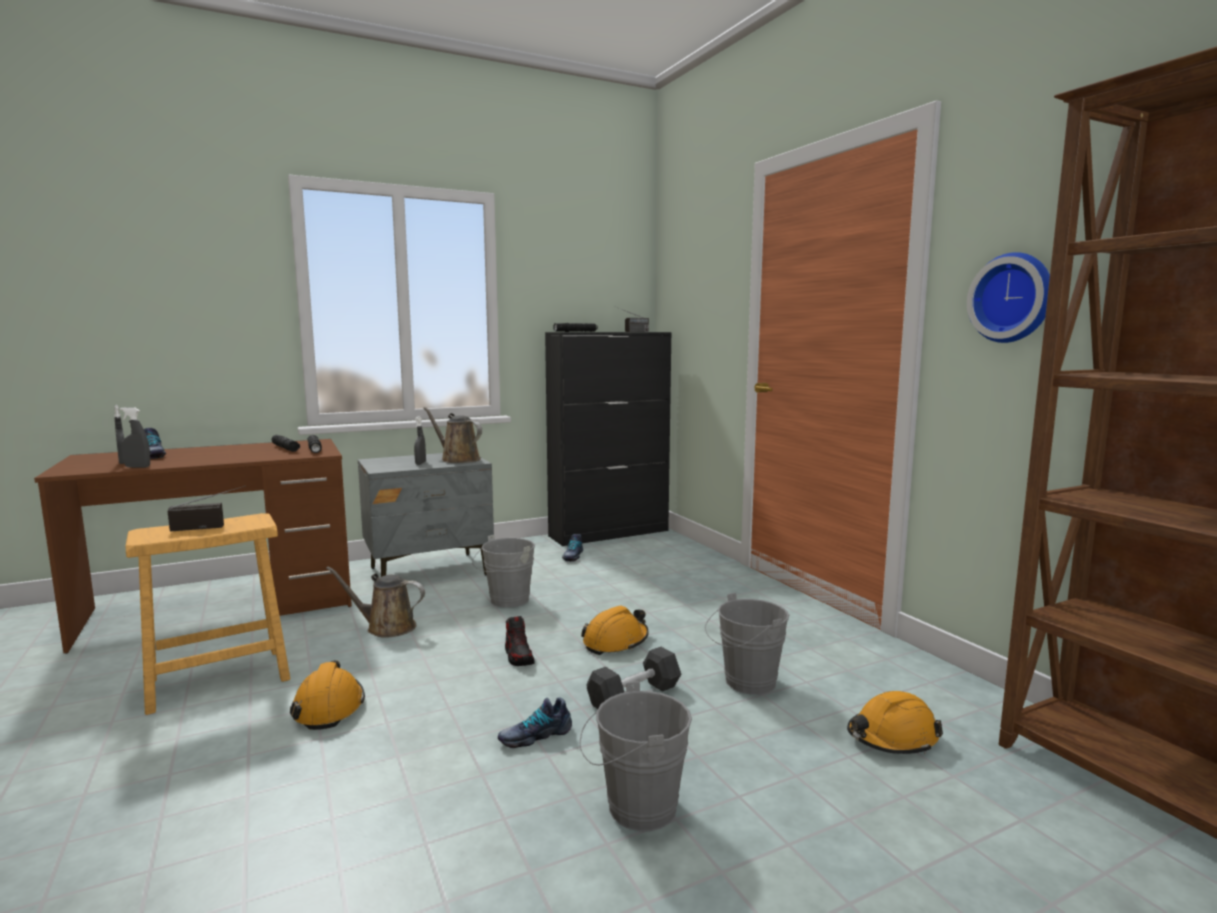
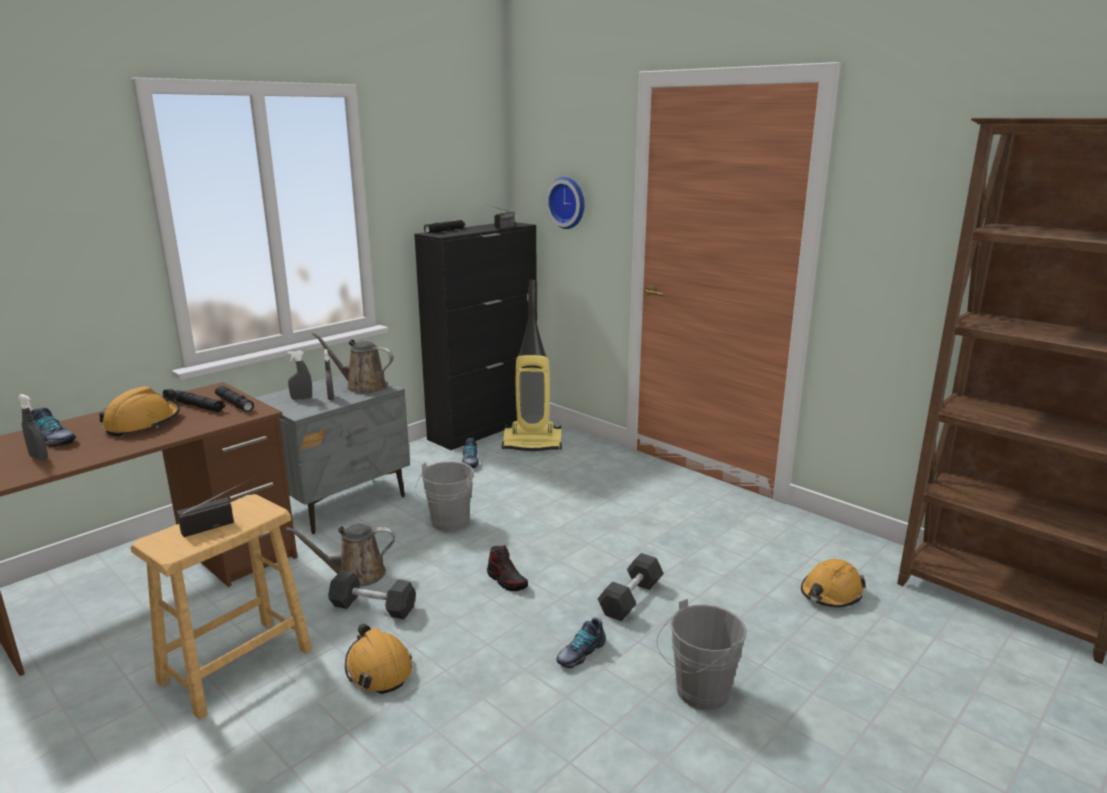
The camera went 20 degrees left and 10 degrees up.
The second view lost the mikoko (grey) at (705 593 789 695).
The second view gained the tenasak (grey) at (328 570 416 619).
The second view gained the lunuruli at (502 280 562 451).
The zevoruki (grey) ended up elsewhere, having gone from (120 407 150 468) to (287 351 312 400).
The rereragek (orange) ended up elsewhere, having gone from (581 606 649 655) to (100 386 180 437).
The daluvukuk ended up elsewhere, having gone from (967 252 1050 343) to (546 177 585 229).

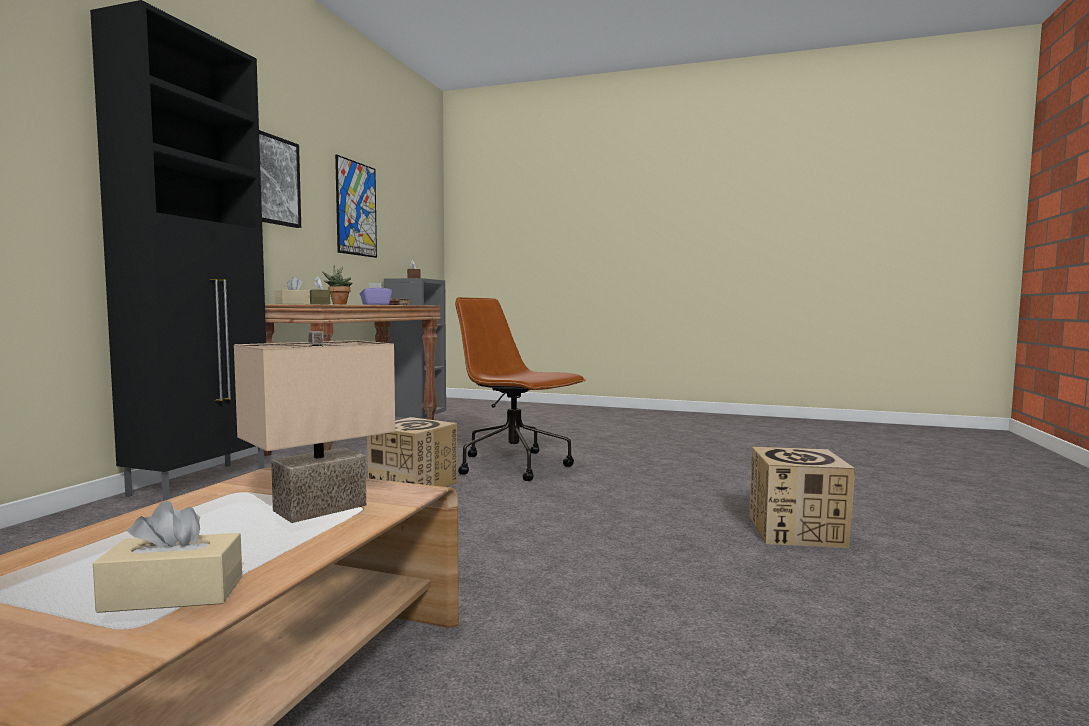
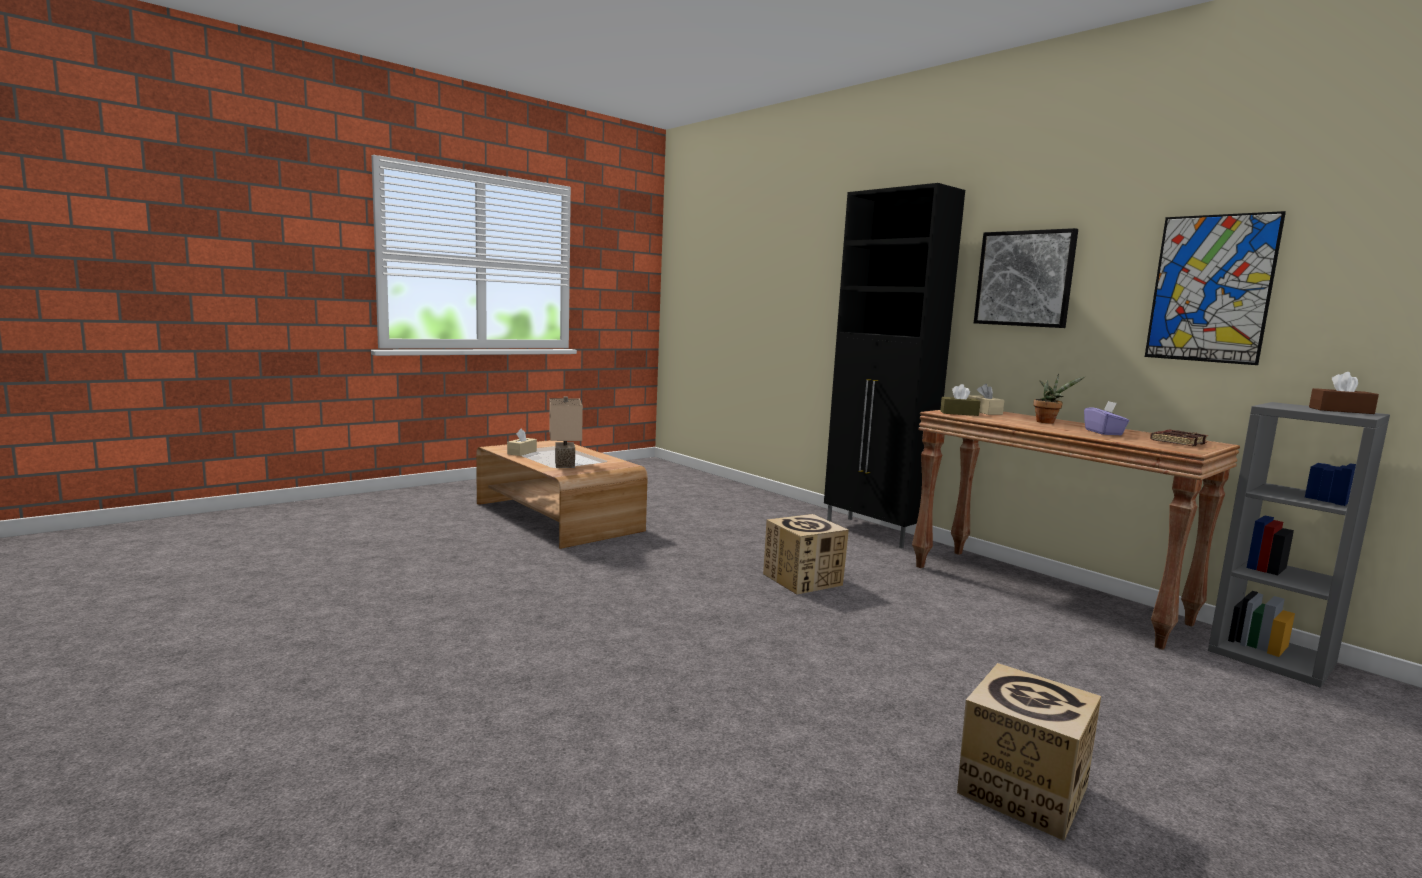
The camera went 120 degrees right and 5 degrees up.
The second view lost the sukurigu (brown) at (455 297 586 481).
The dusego ended up elsewhere, having gone from (749 447 855 548) to (957 663 1101 841).

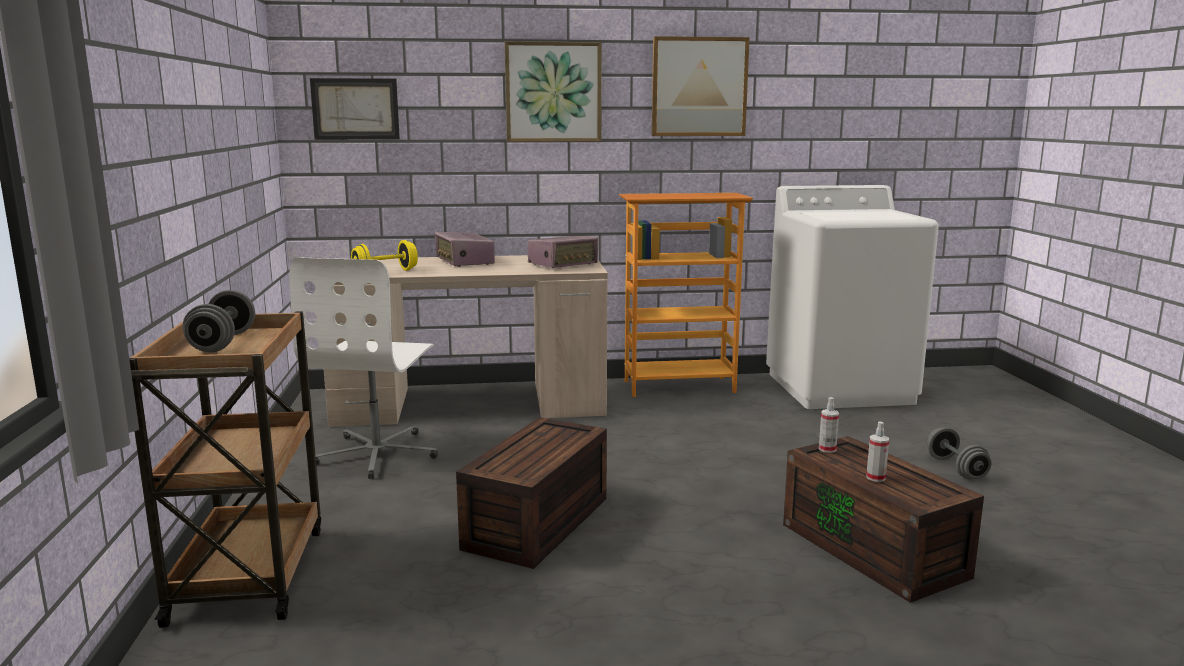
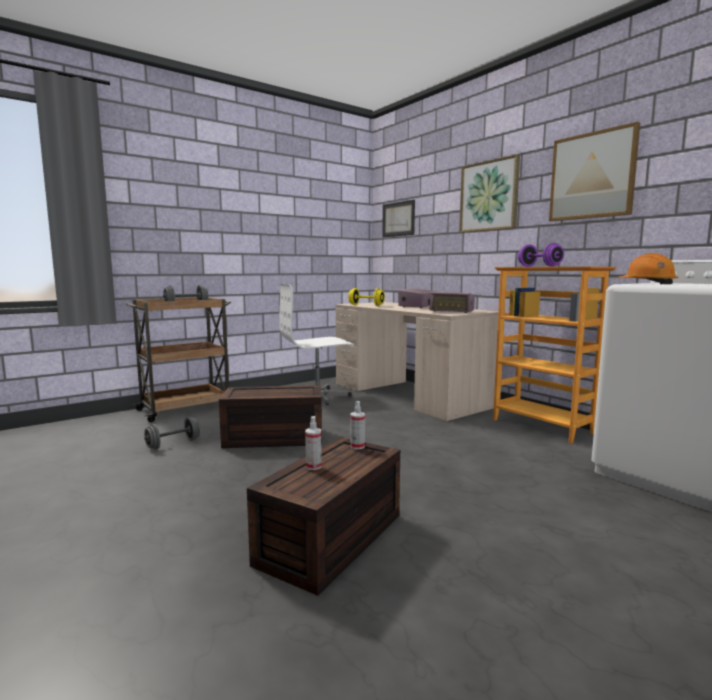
The camera went 60 degrees right and 5 degrees down.
The second view gained the tenasak (purple) at (518 243 564 267).
The second view gained the rereragek (orange) at (618 253 679 284).
The tenasak (grey) ended up elsewhere, having gone from (927 427 991 479) to (144 417 200 449).

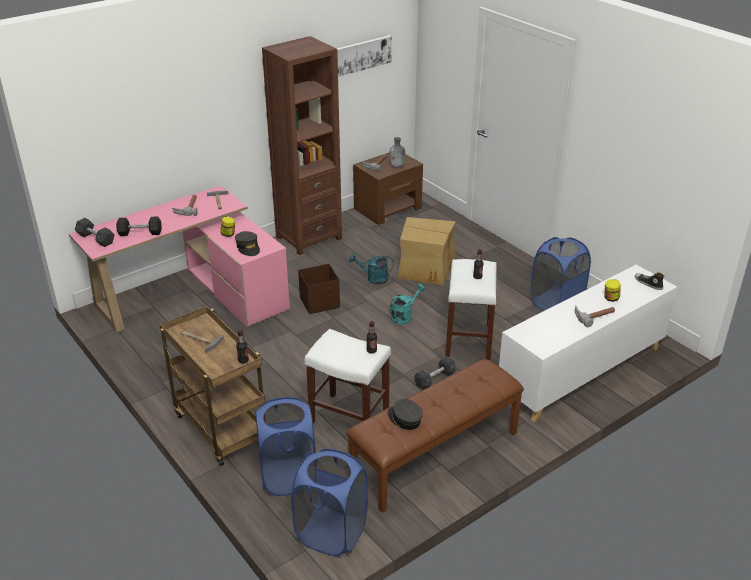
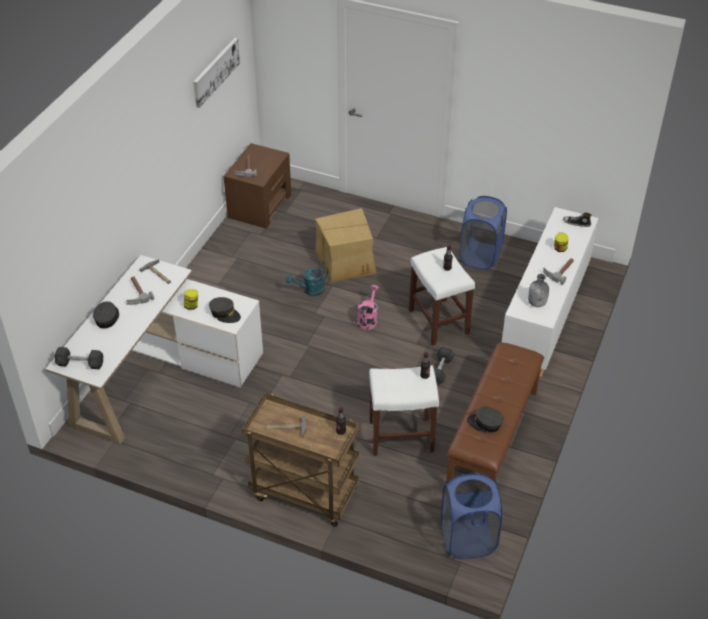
The camera went 30 degrees left and 10 degrees up.
The second view lost the tenasak (black) at (116 216 162 236).
The second view lost the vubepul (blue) at (256 397 316 496).
The second view lost the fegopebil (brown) at (262 36 342 255).
The second view lost the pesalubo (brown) at (298 264 340 314).
The second view gained the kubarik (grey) at (93 301 119 329).
The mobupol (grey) ended up elsewhere, having gone from (389 137 405 168) to (528 274 549 307).
What was the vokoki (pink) at (69 186 290 332) turned into the vokoki (white) at (45 255 263 444).
What was the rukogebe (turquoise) at (389 284 425 325) turned into the rukogebe (pink) at (357 285 379 330).

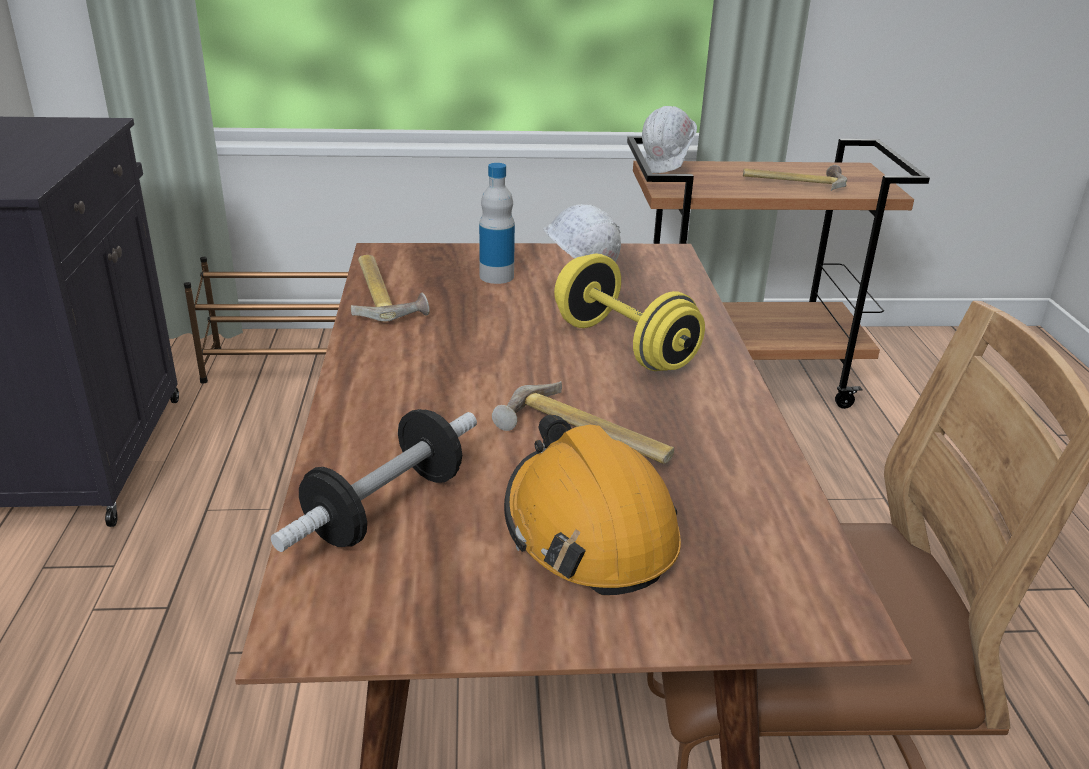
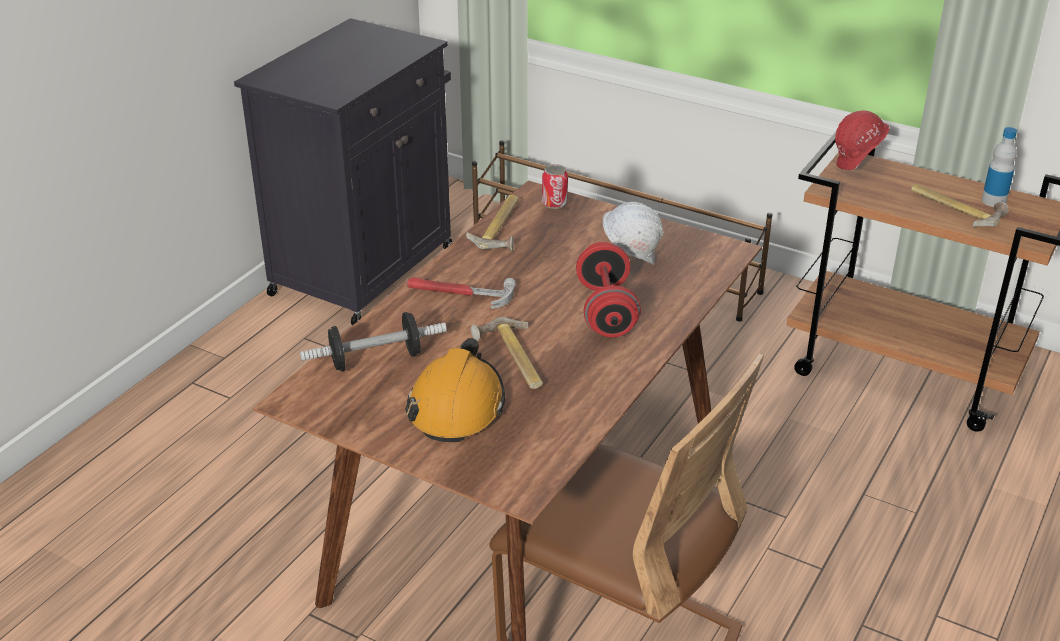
The camera went 35 degrees right and 5 degrees up.
The second view gained the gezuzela at (407 277 516 309).
The second view gained the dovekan at (542 164 568 209).
The mobupol ended up elsewhere, having gone from (479 163 515 284) to (982 127 1017 207).
What was the tenasak (yellow) at (554 254 705 371) turned into the tenasak (red) at (576 242 641 338).
What was the rereragek (white) at (642 106 697 173) turned into the rereragek (red) at (835 110 889 170).

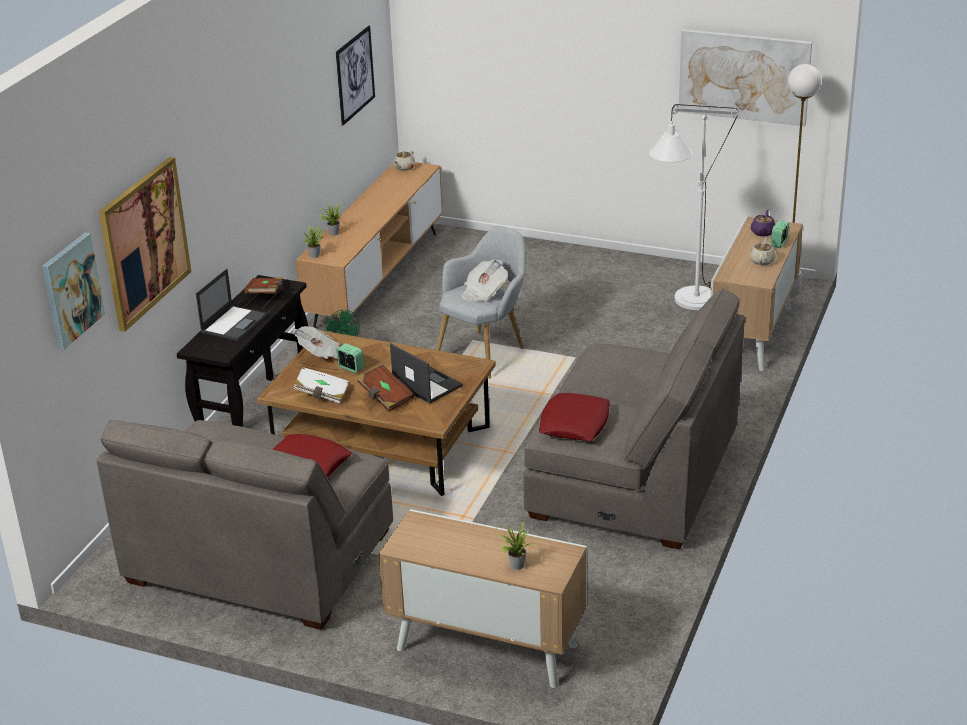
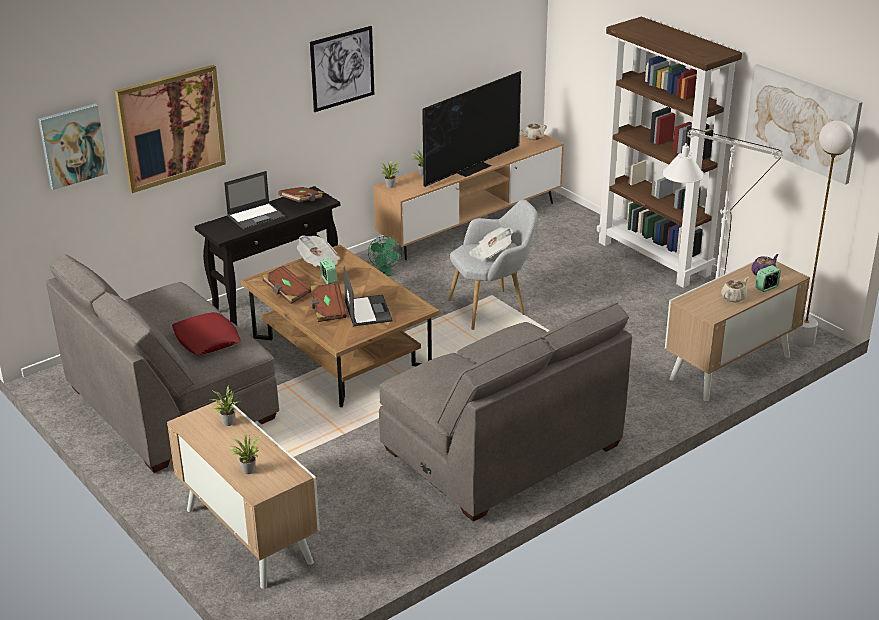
The camera went 30 degrees right and 0 degrees up.
The second view lost the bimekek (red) at (539 393 610 441).
The second view gained the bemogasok at (210 385 240 426).
The second view gained the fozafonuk at (422 71 521 187).
The second view gained the fegopebil (brown) at (597 17 742 288).
The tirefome ended up elsewhere, having gone from (336 26 375 126) to (310 26 374 112).
What was the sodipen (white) at (293 366 349 404) turned into the sodipen (brown) at (263 265 311 304).

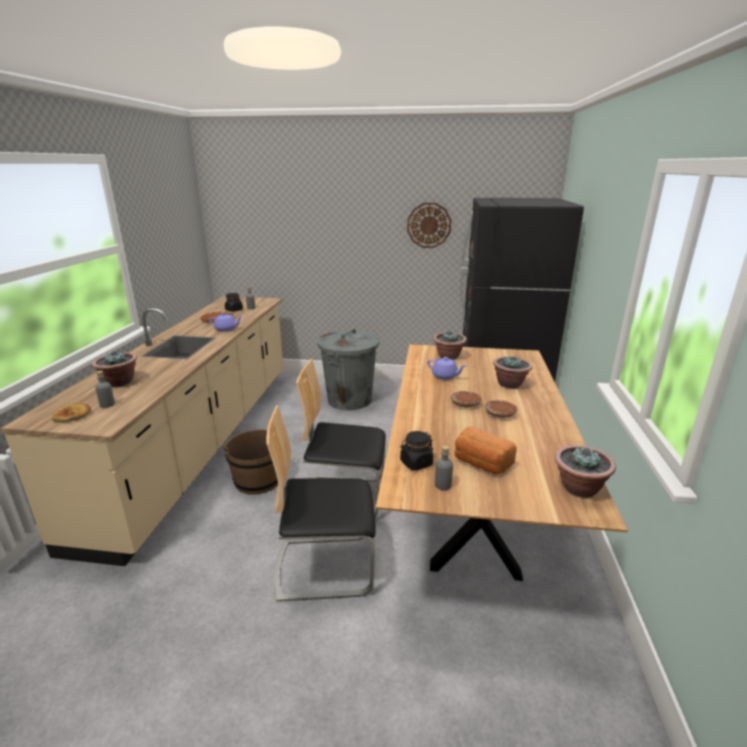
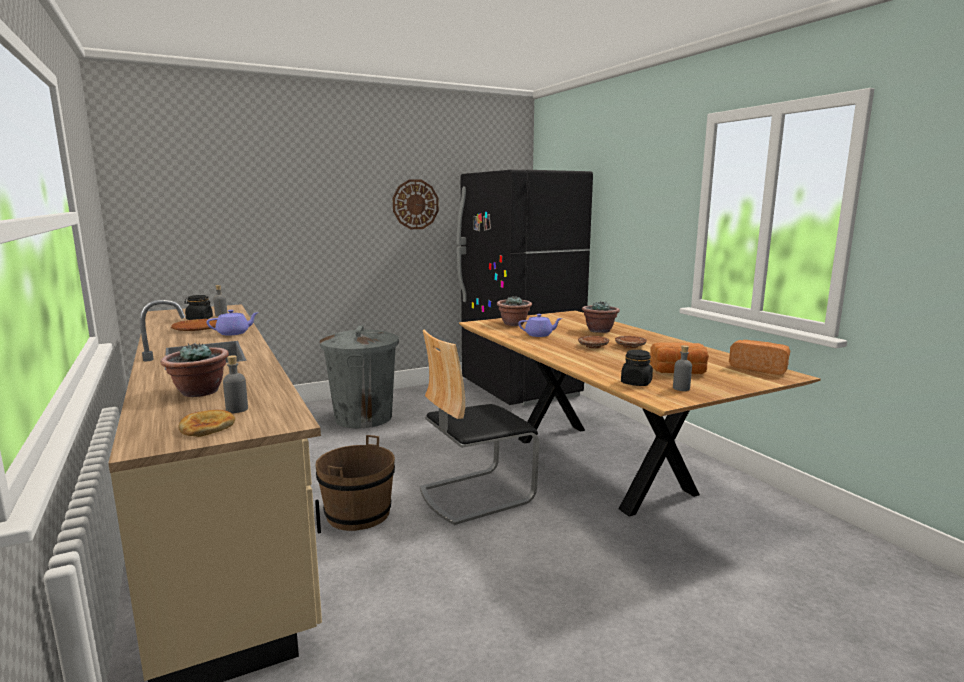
The camera went 35 degrees left and 10 degrees down.
The second view lost the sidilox at (267 405 376 602).
Where the bemogasok stood at (555 445 616 498), the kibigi came to stand at (729 340 790 375).

